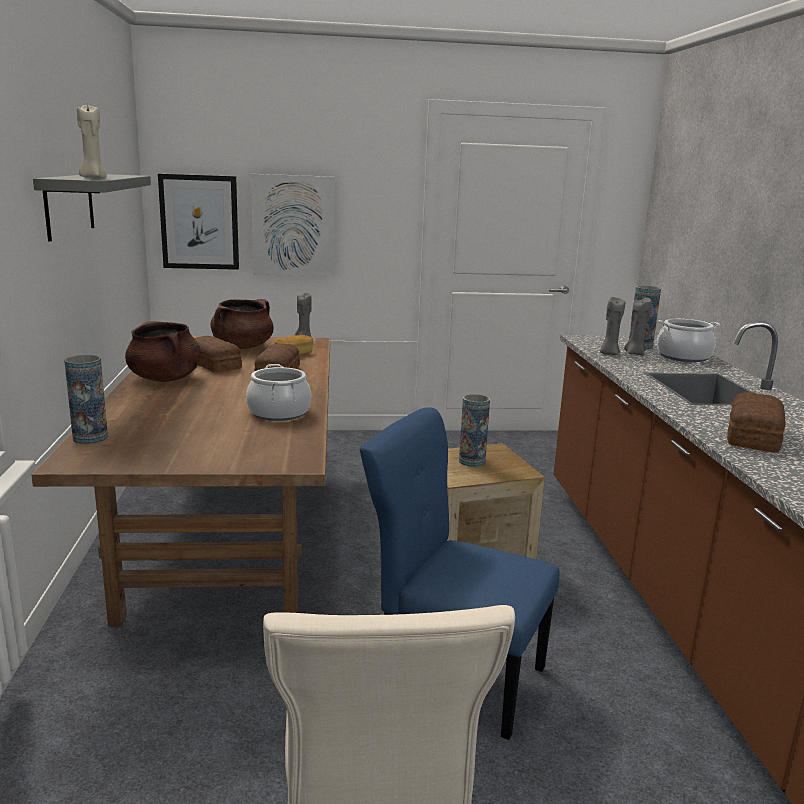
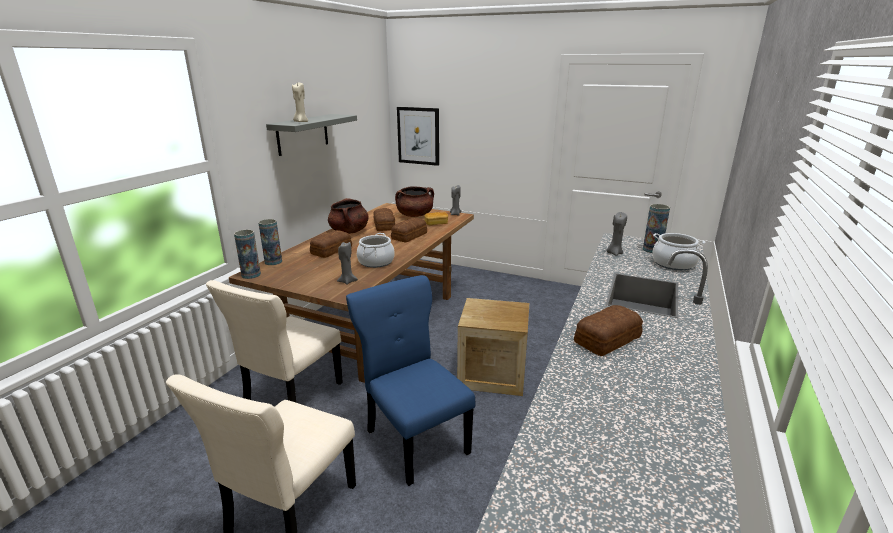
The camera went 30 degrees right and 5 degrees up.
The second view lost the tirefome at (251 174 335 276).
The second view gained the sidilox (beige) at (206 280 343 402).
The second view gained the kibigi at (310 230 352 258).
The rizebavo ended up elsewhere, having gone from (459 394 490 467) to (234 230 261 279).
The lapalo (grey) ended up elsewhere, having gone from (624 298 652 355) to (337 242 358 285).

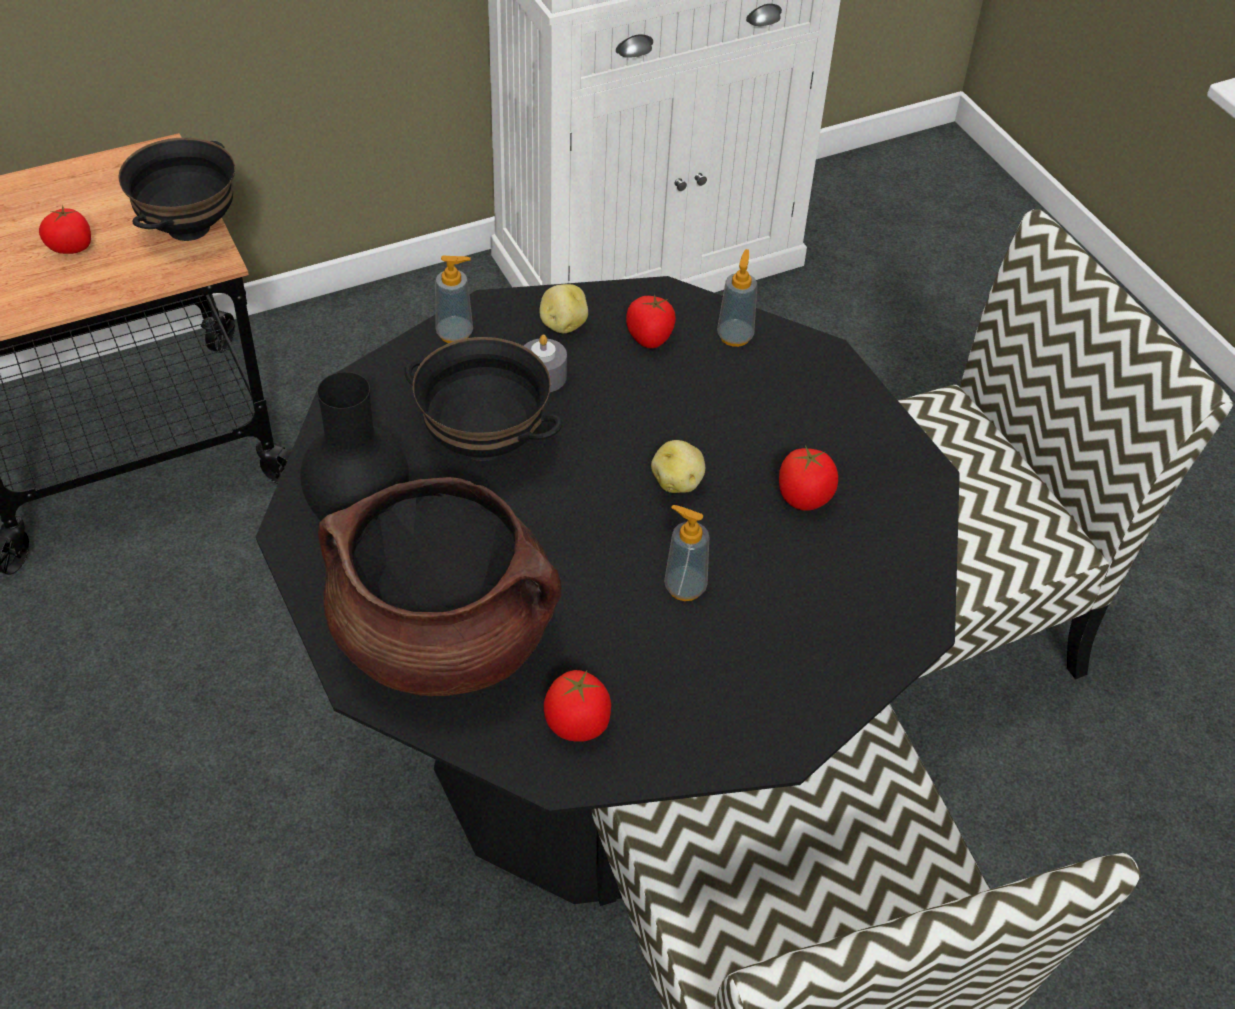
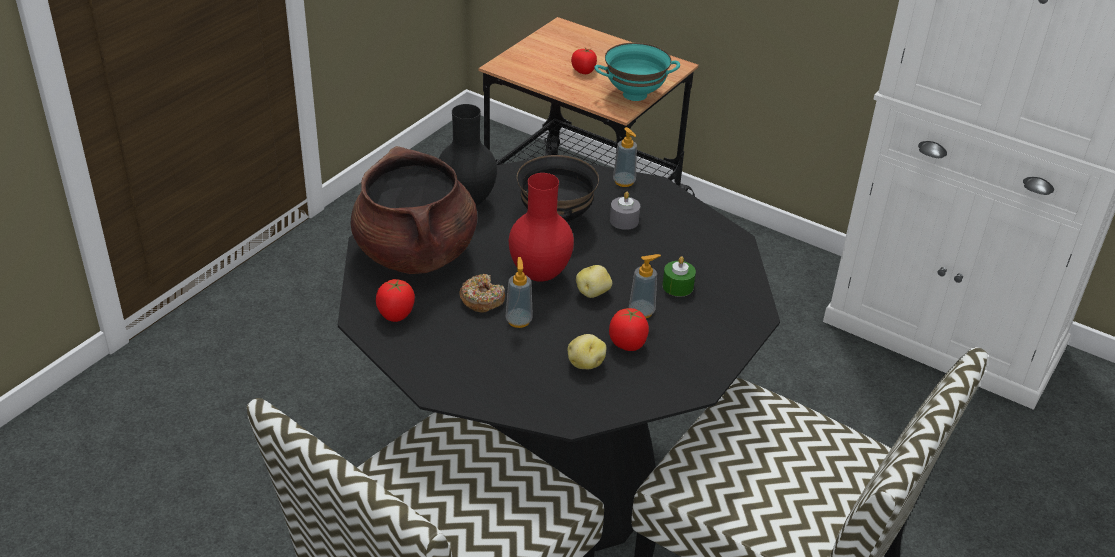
The camera went 60 degrees right and 10 degrees down.
The second view lost the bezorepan at (626 293 676 348).
The second view gained the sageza at (459 274 505 312).
The second view gained the rizebavo (red) at (509 173 574 282).
The second view gained the lapalo (green) at (662 256 696 297).
The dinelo ended up elsewhere, having gone from (540 284 588 333) to (568 334 606 369).
The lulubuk ended up elsewhere, having gone from (717 249 757 347) to (629 254 661 318).
What was the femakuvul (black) at (119 138 235 241) turned into the femakuvul (turquoise) at (594 43 680 101).

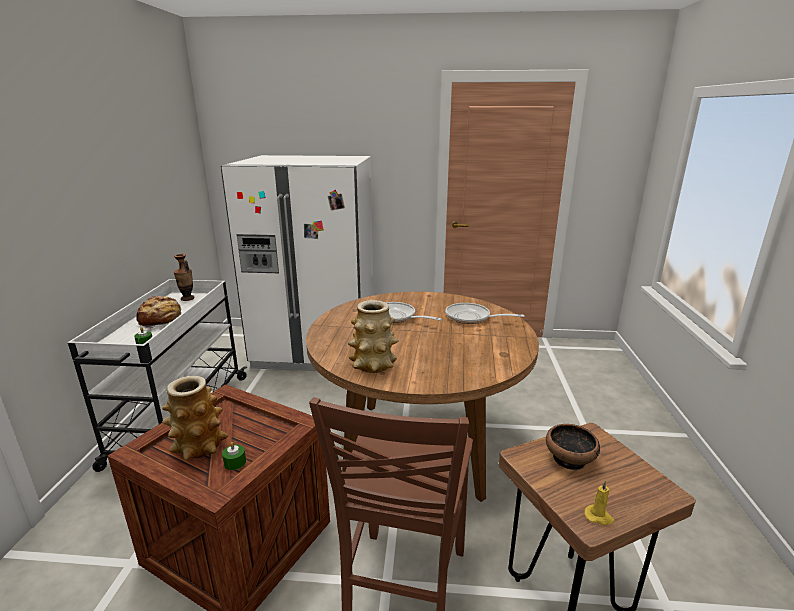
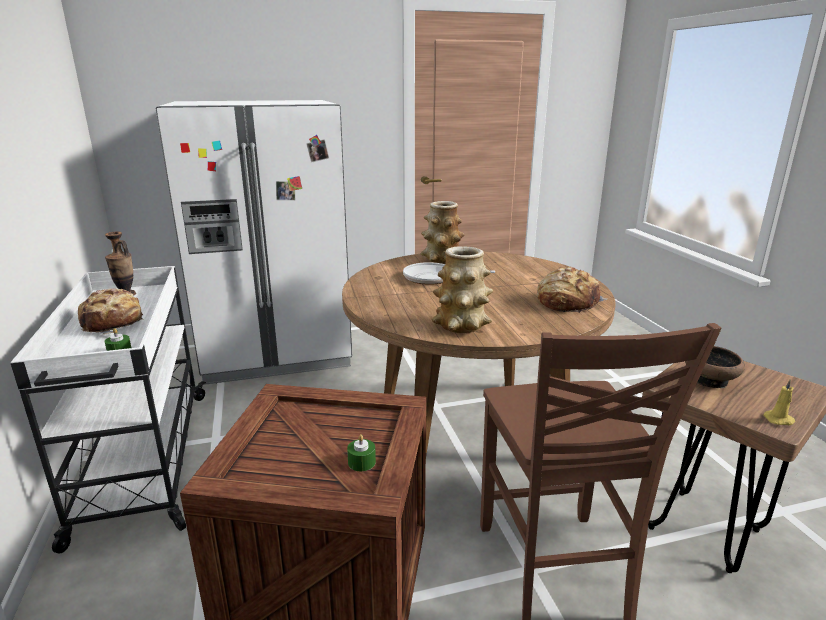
The camera went 20 degrees left and 0 degrees up.
The second view lost the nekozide at (446 303 524 324).
The second view gained the kibigi at (537 267 607 313).
The rizebavo ended up elsewhere, having gone from (162 376 228 460) to (421 201 464 264).

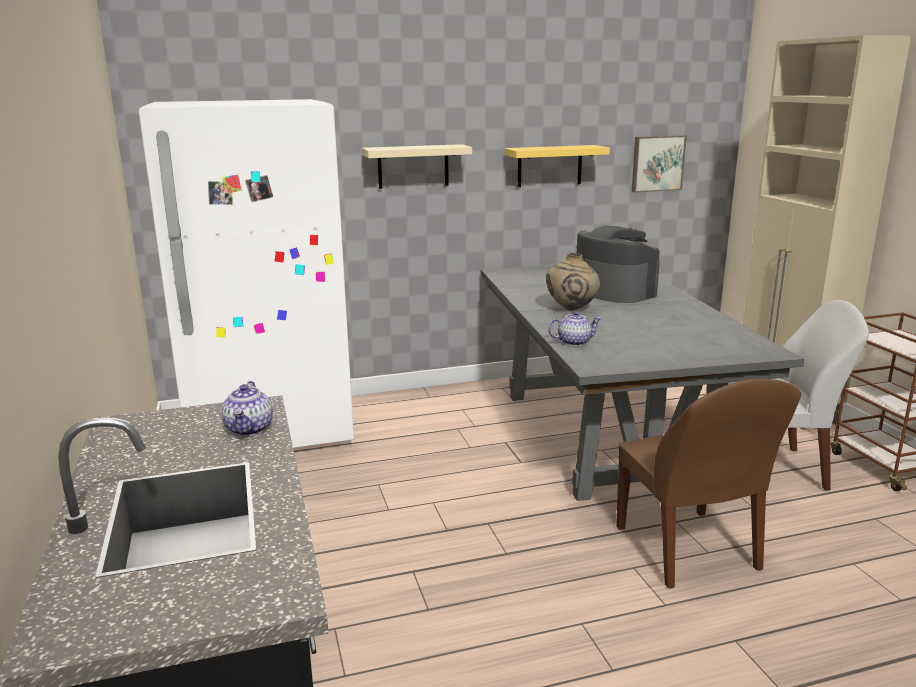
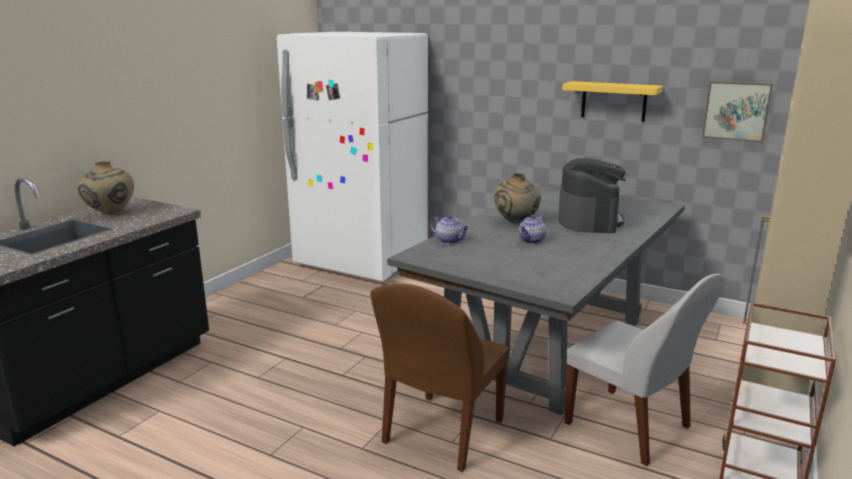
The camera went 45 degrees right and 0 degrees up.
The second view lost the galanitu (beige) at (362 144 472 189).
The second view gained the rizebavo (beige) at (77 161 134 215).
The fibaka ended up elsewhere, having gone from (222 381 273 436) to (519 215 547 244).

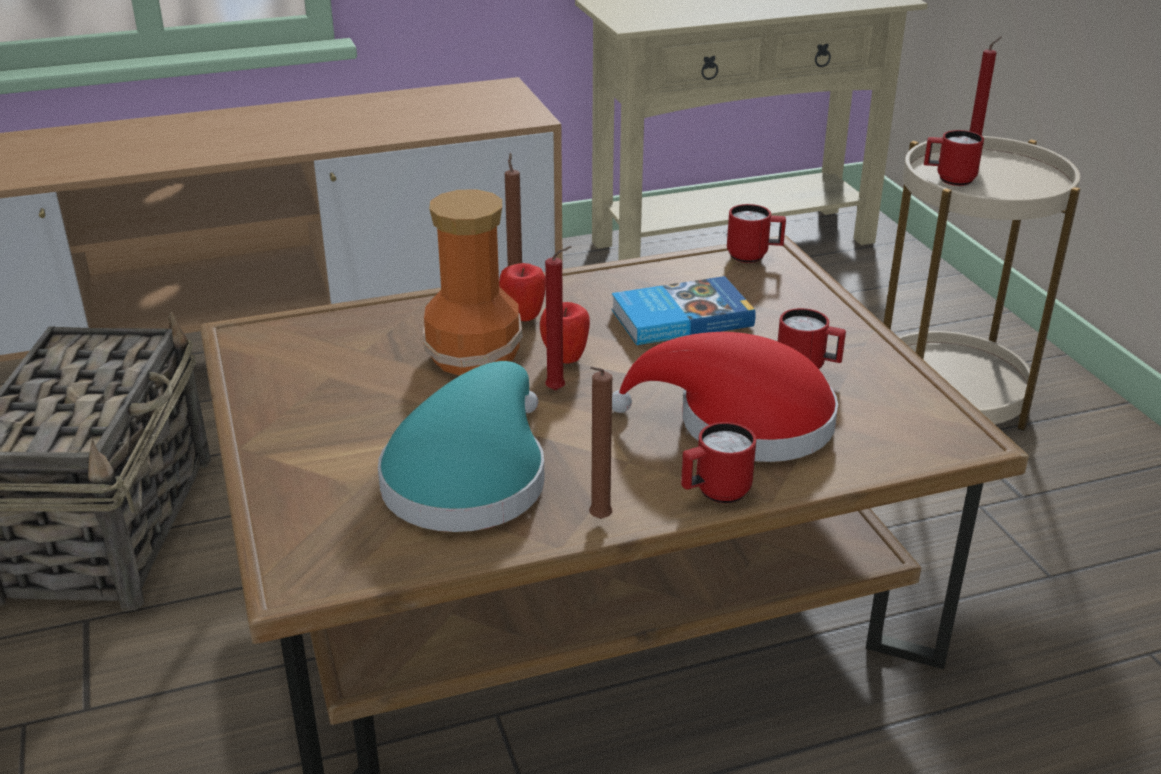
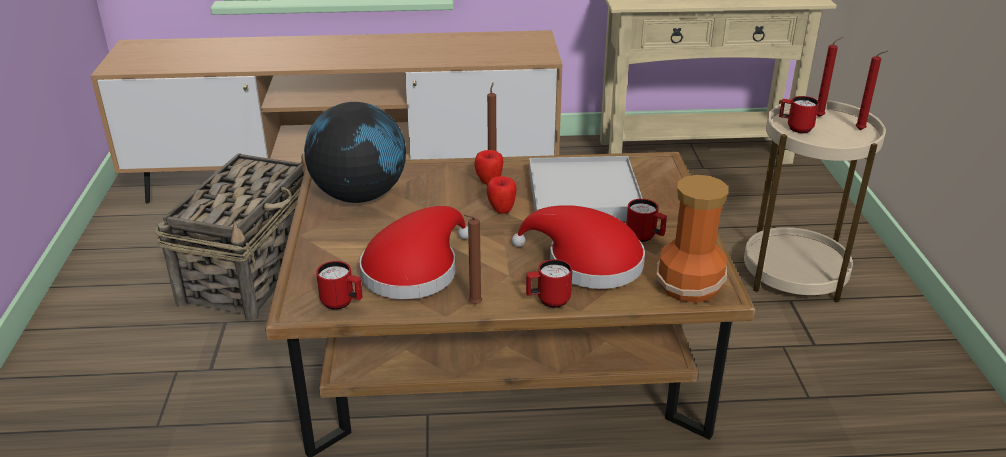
The camera went 15 degrees right and 0 degrees up.
The second view gained the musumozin at (304 102 406 203).
The rizebavo ended up elsewhere, having gone from (423 189 523 376) to (657 175 728 303).
The lapalo (red) ended up elsewhere, having gone from (545 246 571 391) to (856 51 888 130).
The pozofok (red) ended up elsewhere, having gone from (727 204 786 263) to (316 261 362 310).
Where the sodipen stood at (612 276 755 345), the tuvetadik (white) came to stand at (529 156 643 221).
What was the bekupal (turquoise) at (378 361 545 532) turned into the bekupal (red) at (359 206 468 299).

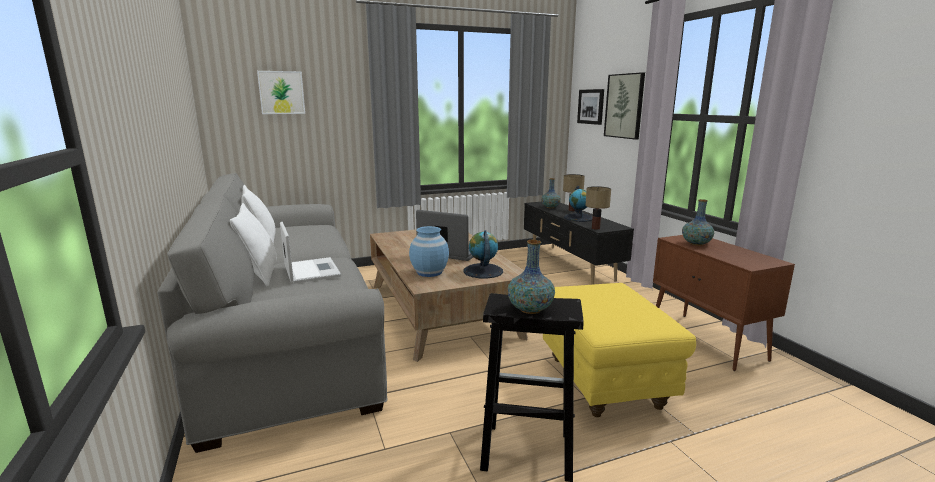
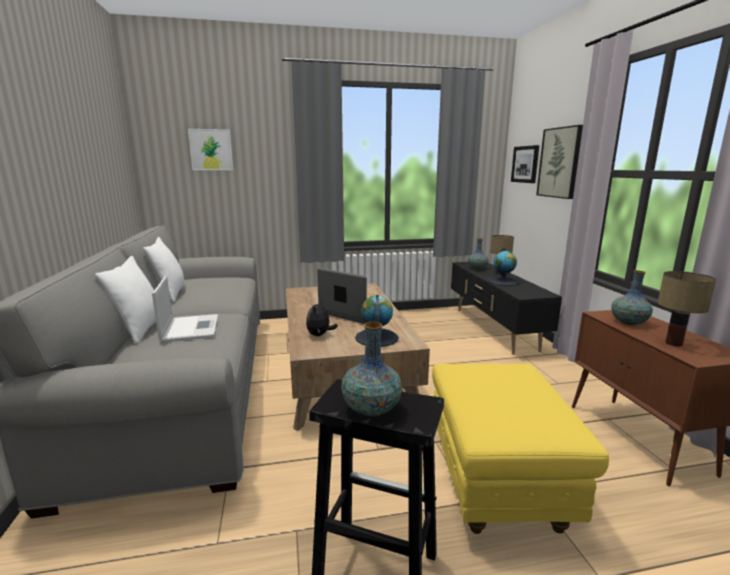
The camera went 10 degrees right and 0 degrees up.
The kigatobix ended up elsewhere, having gone from (585 186 611 230) to (657 271 716 346).
Where the rizebavo (blue) stood at (409 226 449 277), the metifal came to stand at (306 300 338 336).

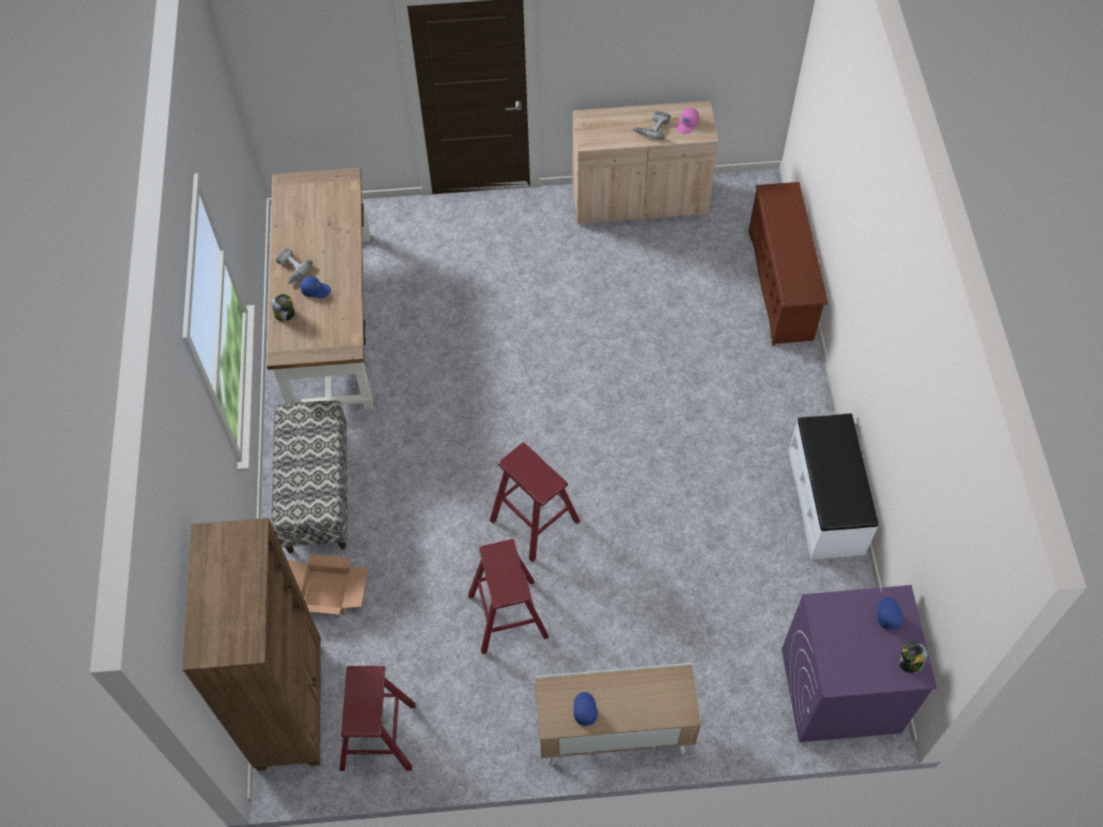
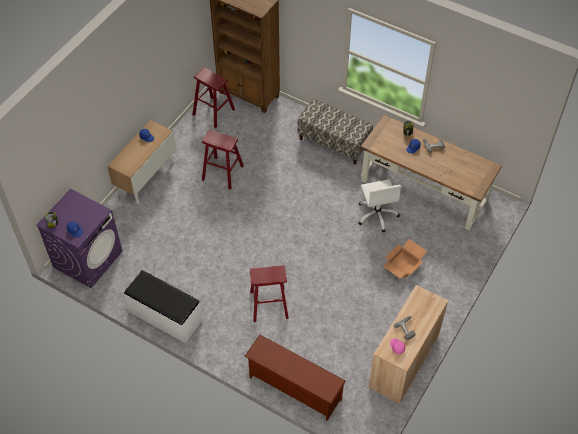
The camera went 125 degrees right and 5 degrees down.
The second view gained the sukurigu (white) at (358 179 402 232).
The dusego ended up elsewhere, having gone from (287 554 369 614) to (382 239 427 278).
The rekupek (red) ended up elsewhere, having gone from (490 442 580 562) to (250 265 289 322).

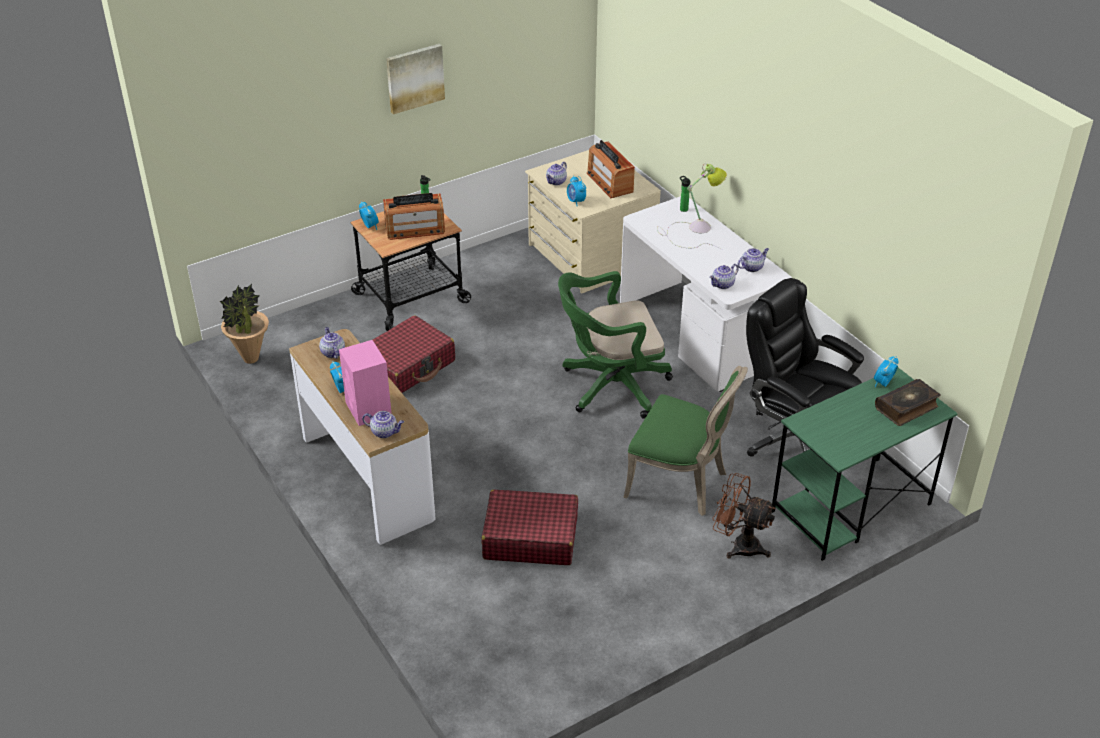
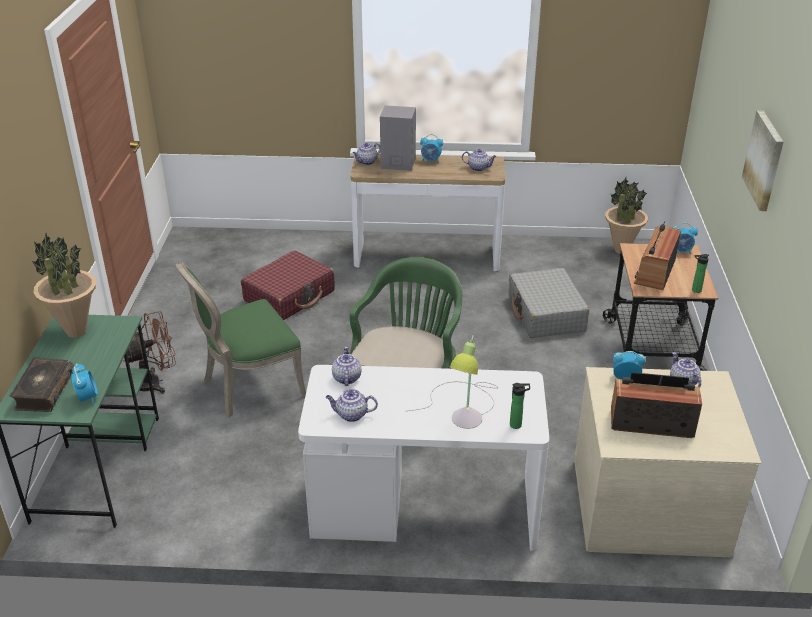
The camera went 125 degrees right and 5 degrees down.
The second view lost the sukurigu (black) at (746 278 864 457).
The second view gained the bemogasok at (32 234 96 338).
What was the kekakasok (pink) at (339 340 392 426) turned into the kekakasok (grey) at (380 105 416 171).
What was the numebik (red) at (373 315 455 393) turned into the numebik (grey) at (509 268 589 338).
The fibaka at (737 248 769 272) ended up facing another way, 90 degrees clockwise from before.

